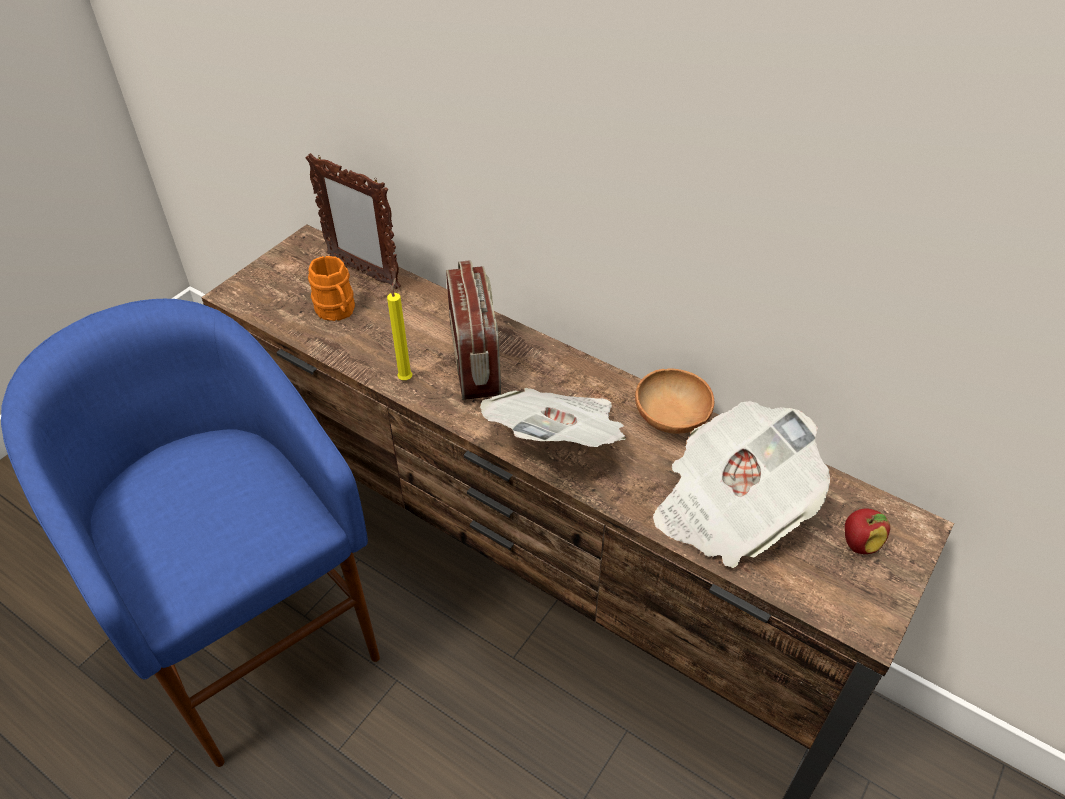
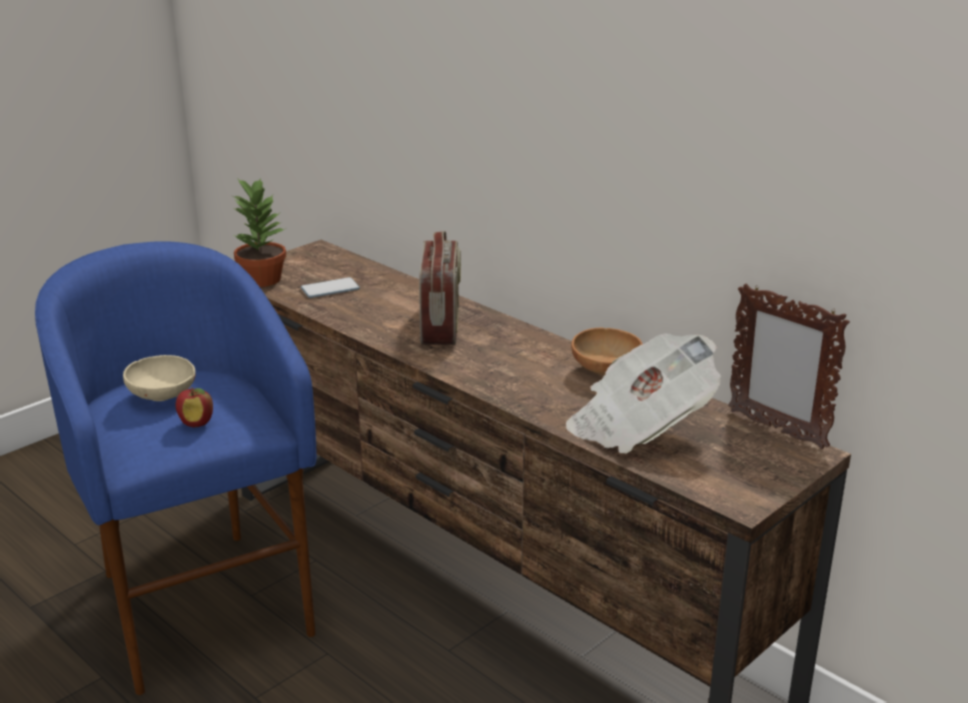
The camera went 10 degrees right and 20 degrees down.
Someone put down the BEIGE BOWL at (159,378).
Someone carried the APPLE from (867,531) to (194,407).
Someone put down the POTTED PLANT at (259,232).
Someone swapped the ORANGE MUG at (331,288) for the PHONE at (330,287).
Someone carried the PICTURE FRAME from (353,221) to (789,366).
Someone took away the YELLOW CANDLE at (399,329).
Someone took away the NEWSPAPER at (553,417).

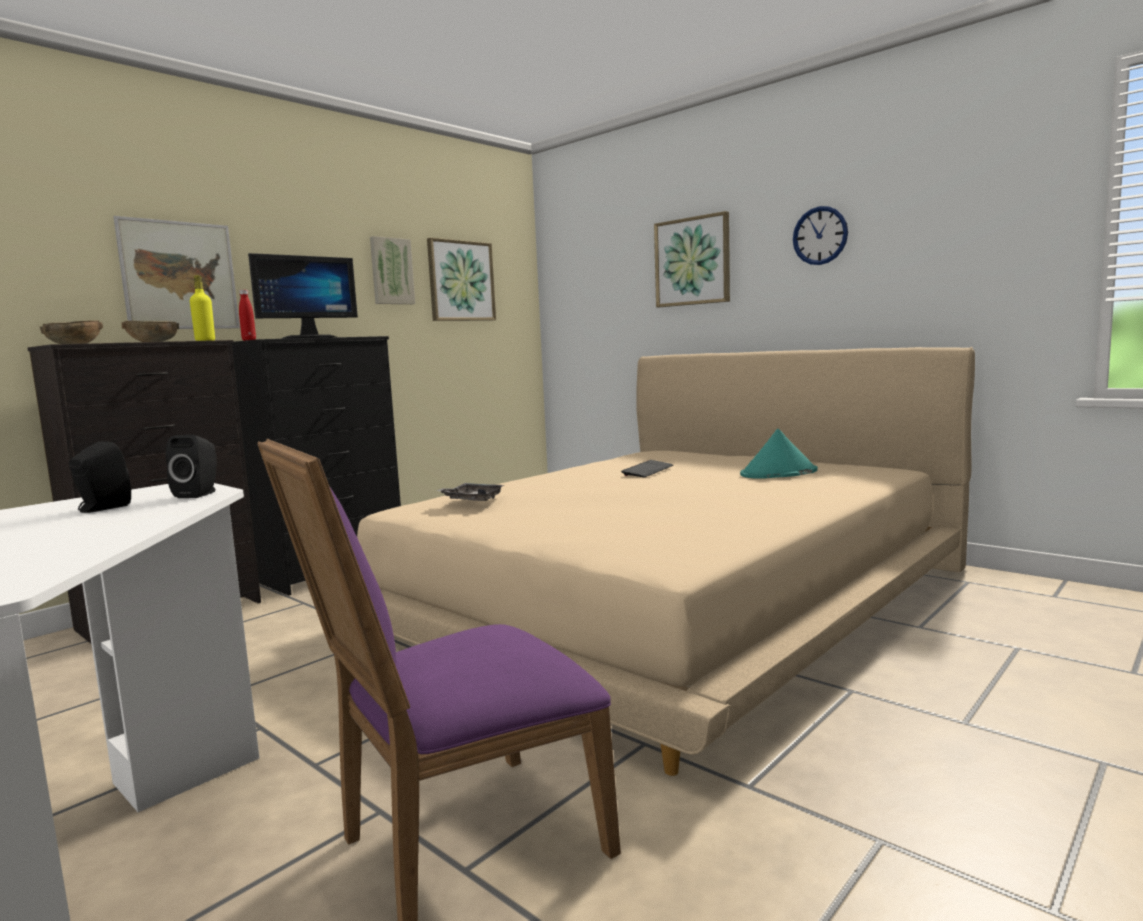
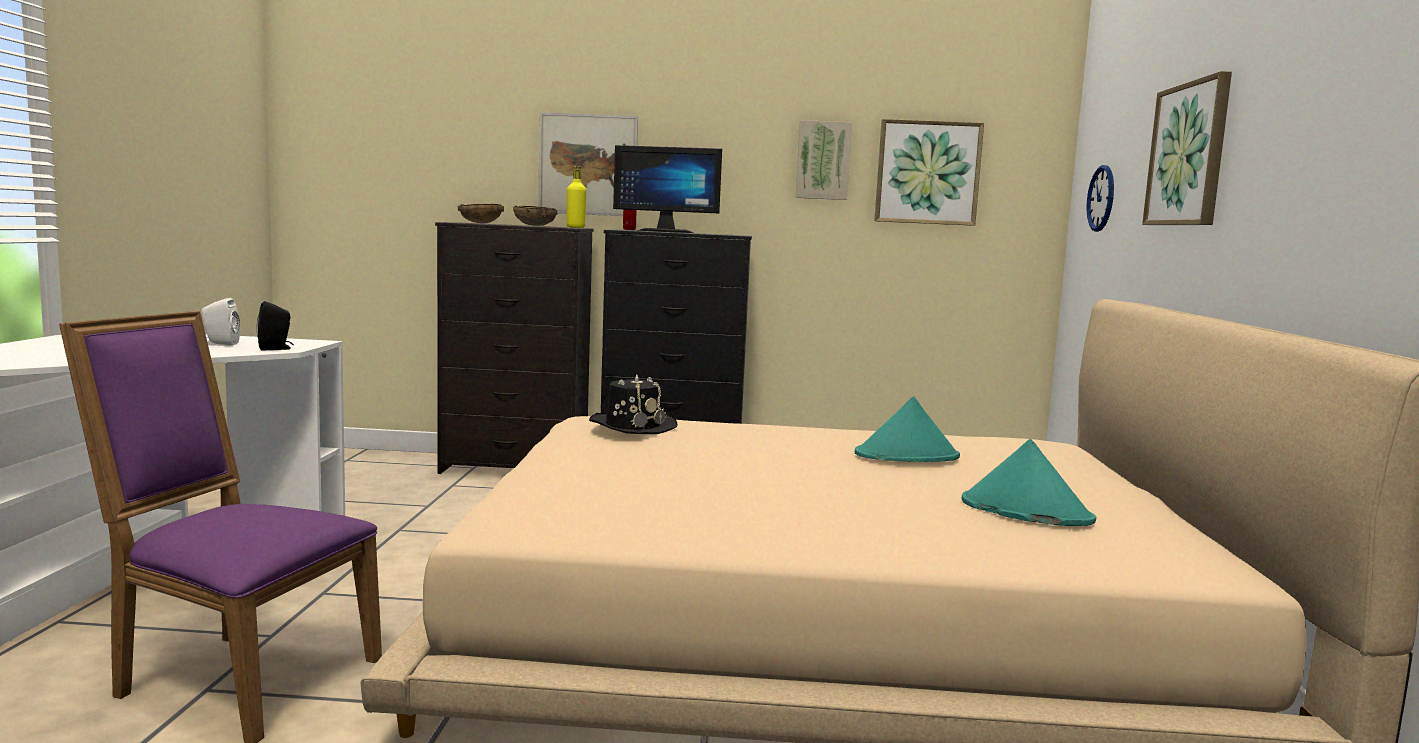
The camera went 50 degrees right and 0 degrees up.
Someone repainted the BLACK SPEAKER at (100,477), which became the WHITE SPEAKER at (220,322).
Someone swapped the GREY TRAY at (471,492) for the BLACK HAT at (633,404).
Someone swapped the KEYBOARD at (647,469) for the TURQUOISE HAT at (907,429).
Someone carried the WALL CLOCK from (820,235) to (1100,198).

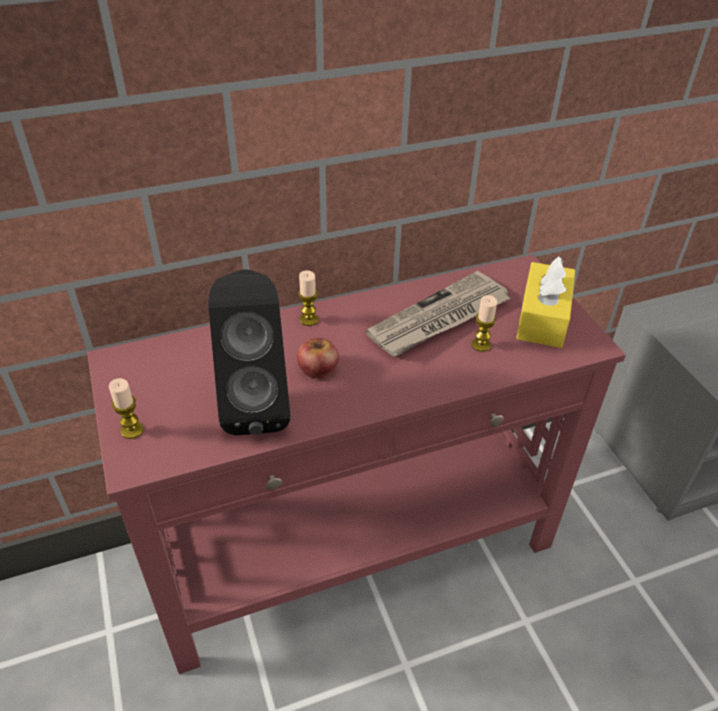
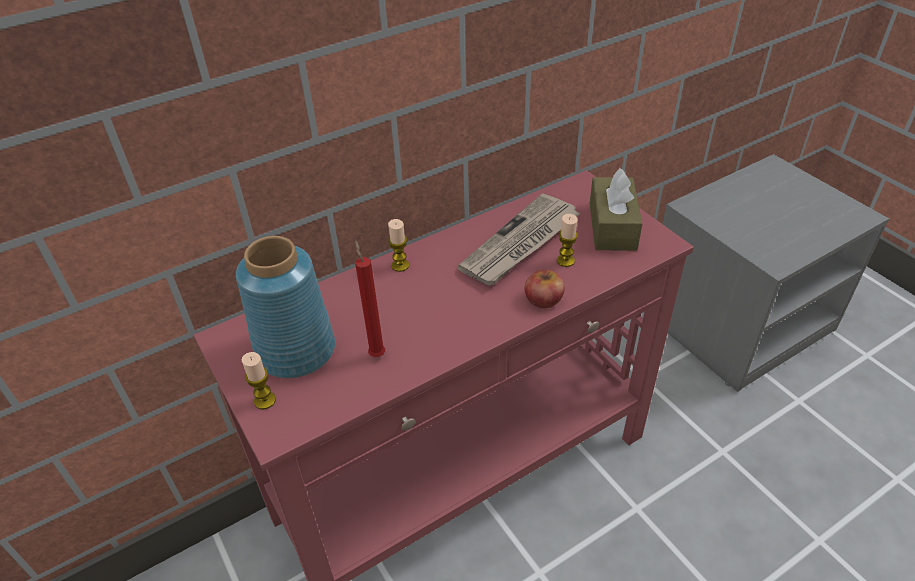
The camera went 10 degrees left and 0 degrees up.
Someone put down the BLUE VASE at (285,307).
Someone swapped the BLACK SPEAKER at (249,352) for the RED CANDLE at (370,299).
Someone carried the APPLE from (318,358) to (545,289).
Someone repainted the YELLOW TISSUE BOX at (545,302), which became the BROWN TISSUE BOX at (616,209).

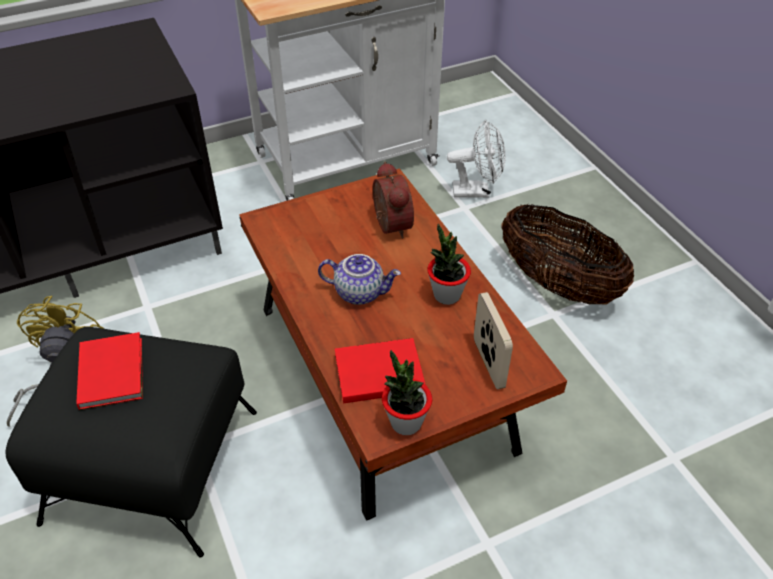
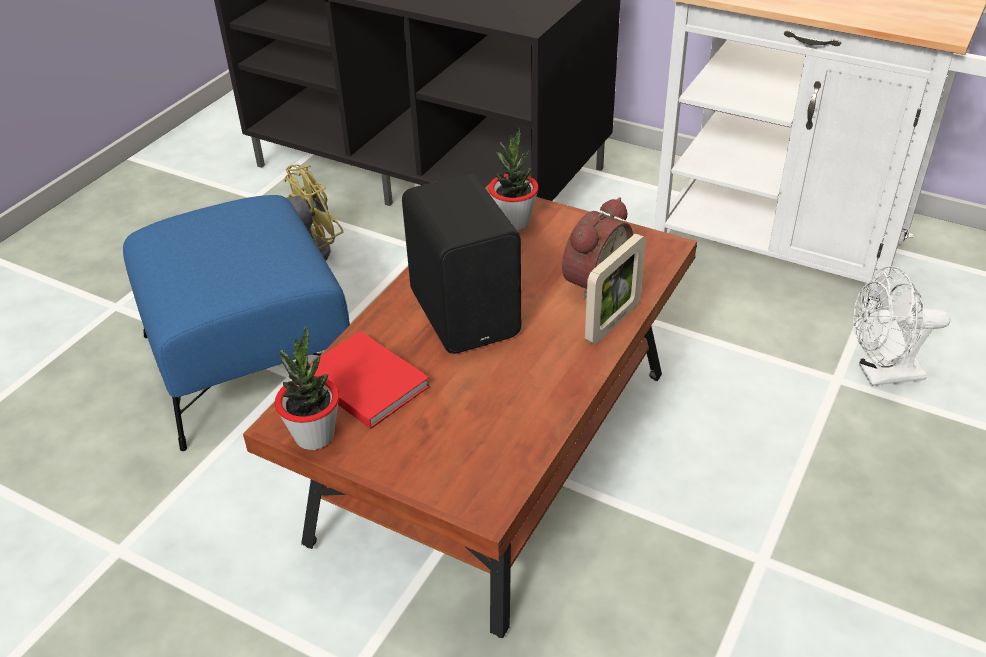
The camera went 55 degrees right and 5 degrees down.
Someone repainted the BLACK OTTOMAN at (131,442), which became the BLUE OTTOMAN at (236,323).
Someone swapped the TEAPOT at (359,279) for the BLACK SPEAKER at (461,264).
Someone carried the POTTED PLANT from (449,264) to (513,179).
Someone carried the PICTURE FRAME from (493,341) to (615,289).
Someone rotated the WHITE FAN at (476,158) by 120 degrees clockwise.
Someone took away the RED BOOK at (109,371).
Someone took away the BASKET at (567,254).

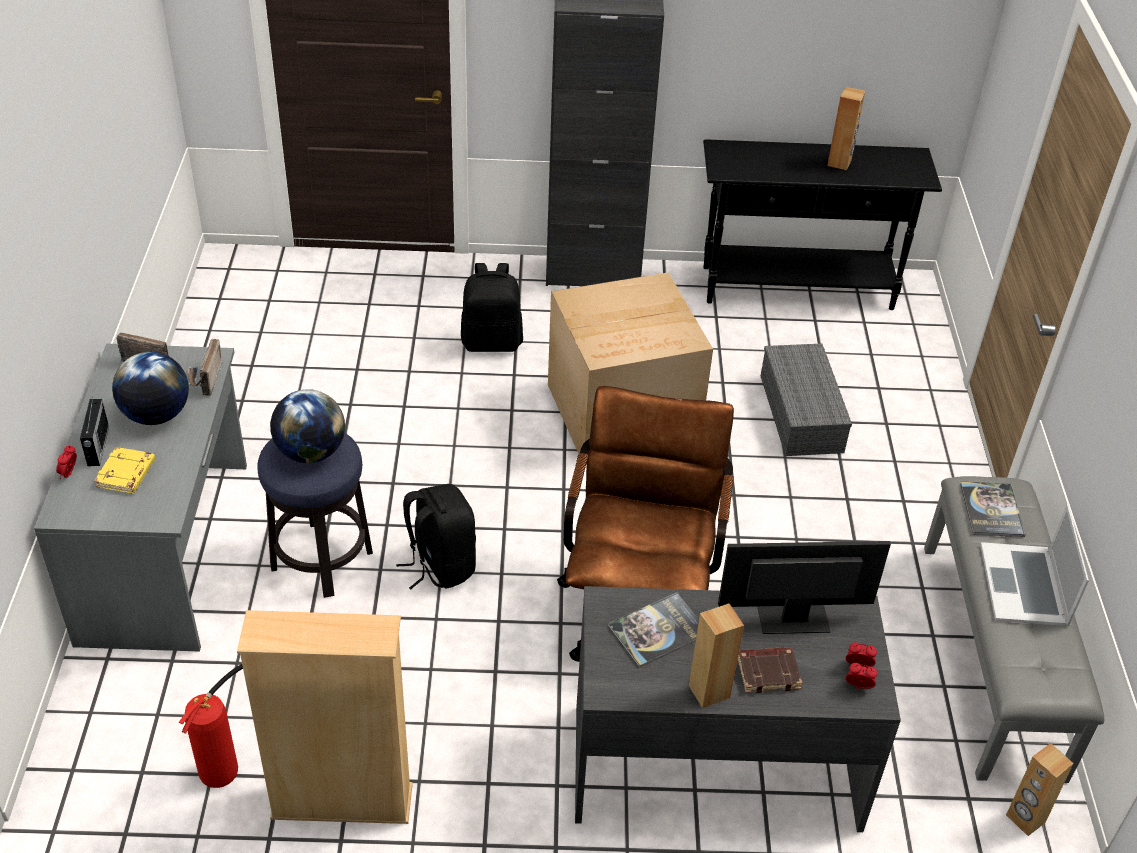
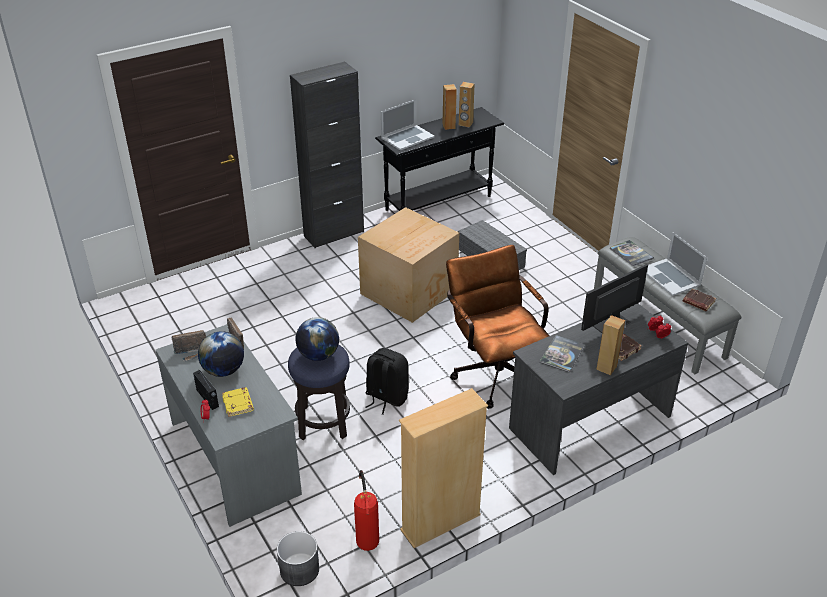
The camera went 30 degrees left and 5 degrees down.
Someone put down the GREY PLANTER at (298,558).
Someone put down the LAPTOP at (408,124).
Someone carried the BROWN SPEAKER from (1040,789) to (466,105).
Someone put down the BROWN BOOK at (699,299).
Someone took away the BLACK BACKPACK at (492,307).

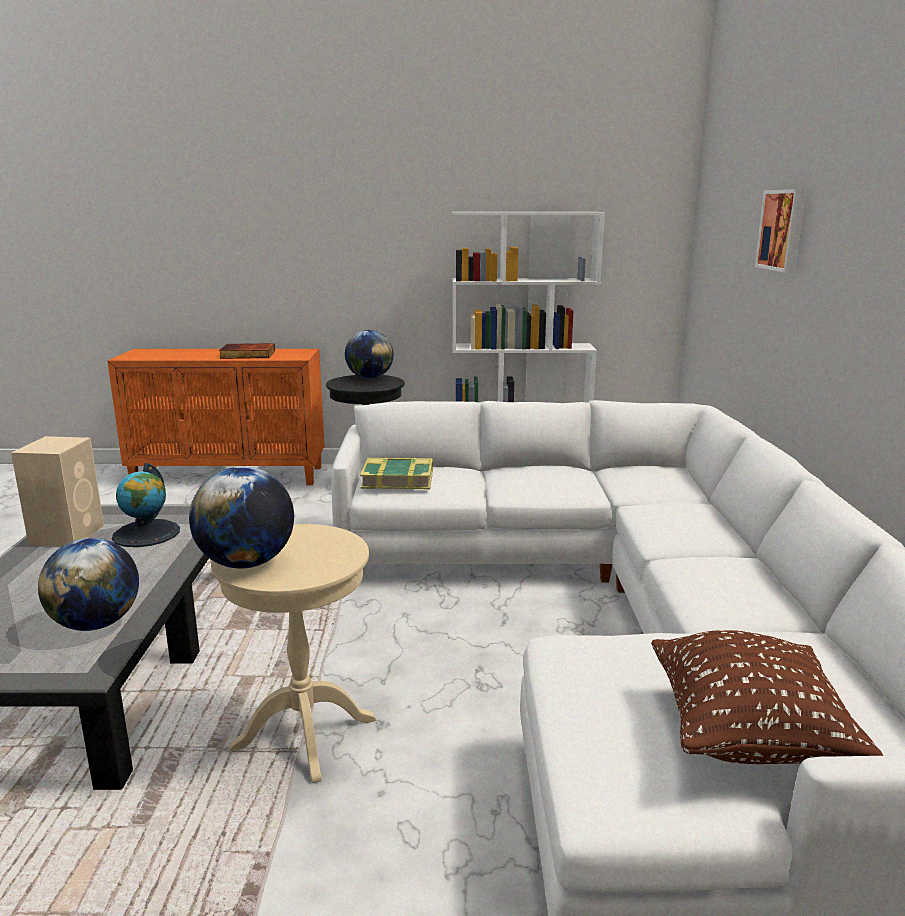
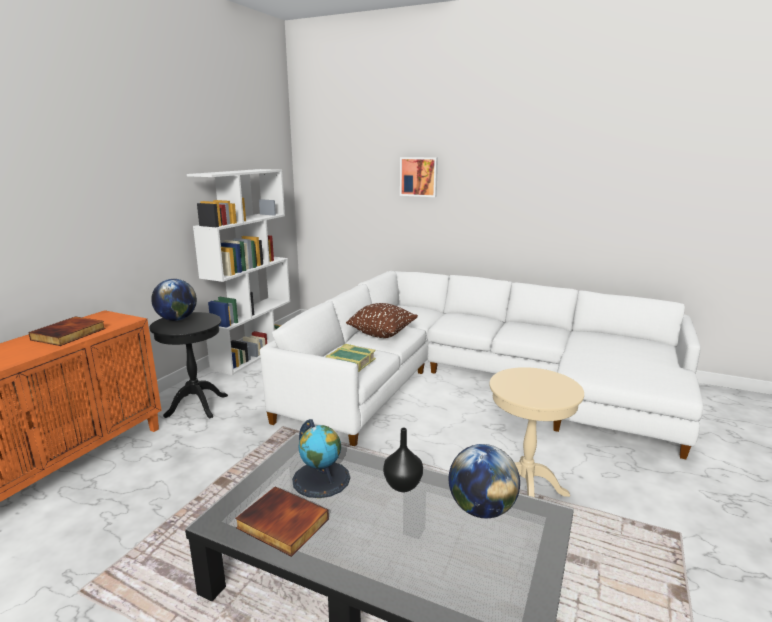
The camera went 65 degrees left and 0 degrees up.
Someone swapped the BEIGE SPEAKER at (57,491) for the BOOK at (282,521).
Someone carried the BROWN PILLOW from (767,697) to (382,320).
Someone put down the BLACK VASE at (403,460).
Someone took away the GLOBE at (241,518).

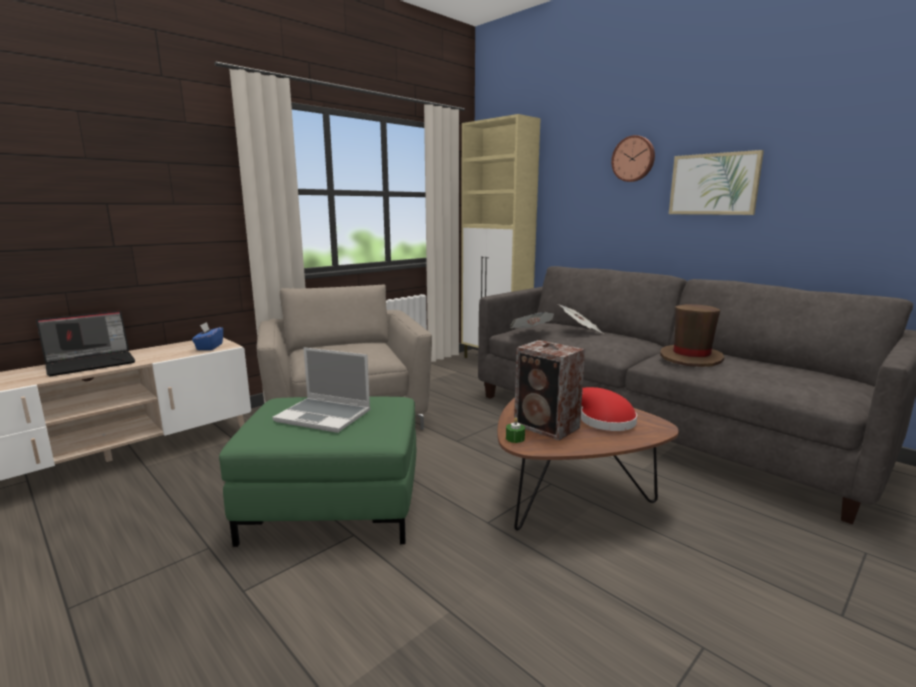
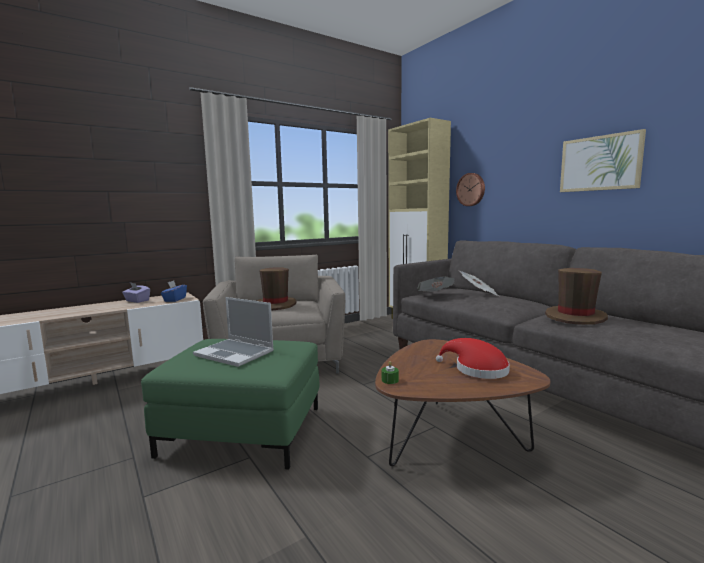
The camera went 10 degrees right and 5 degrees down.
Someone put down the PURPLE TISSUE BOX at (136,293).
Someone put down the BROWN HAT at (277,288).
Someone carried the WALL CLOCK from (633,158) to (470,189).
Someone took away the LAPTOP at (85,343).
Someone took away the SPEAKER at (549,390).

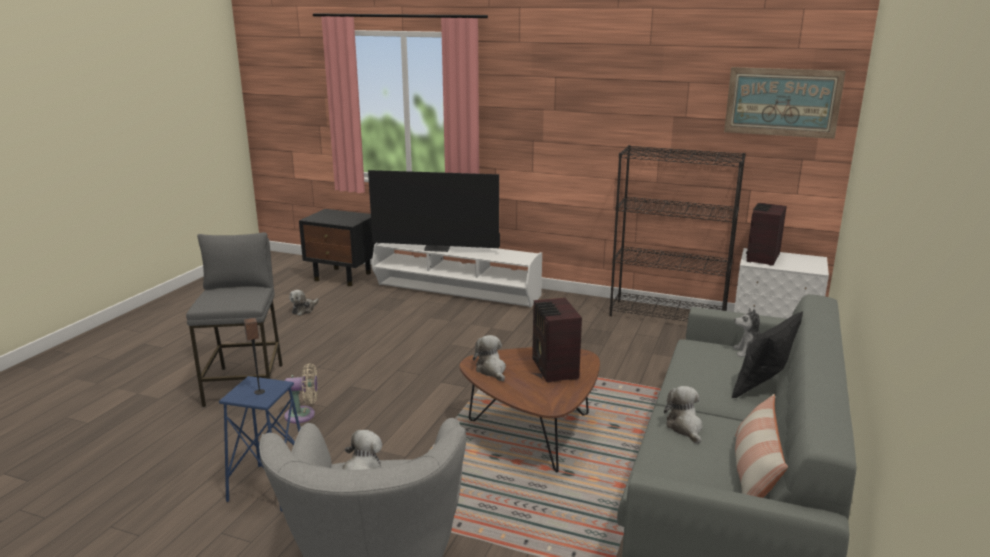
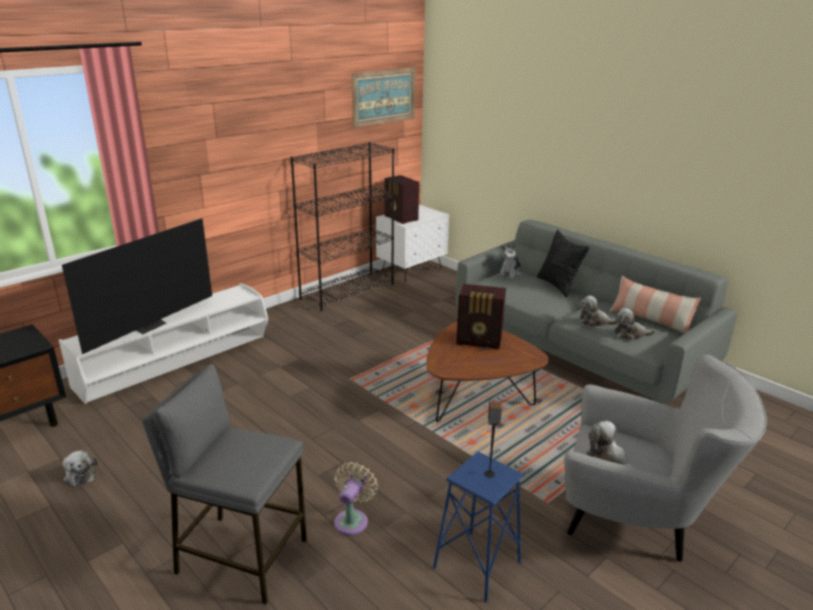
The camera went 65 degrees left and 5 degrees up.
Someone carried the PLUSH TOY from (489,358) to (635,324).

